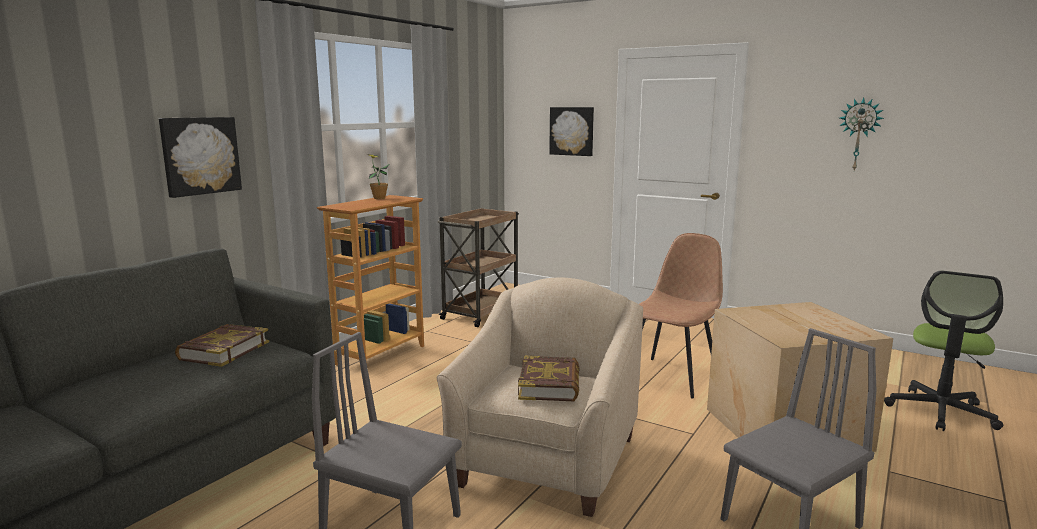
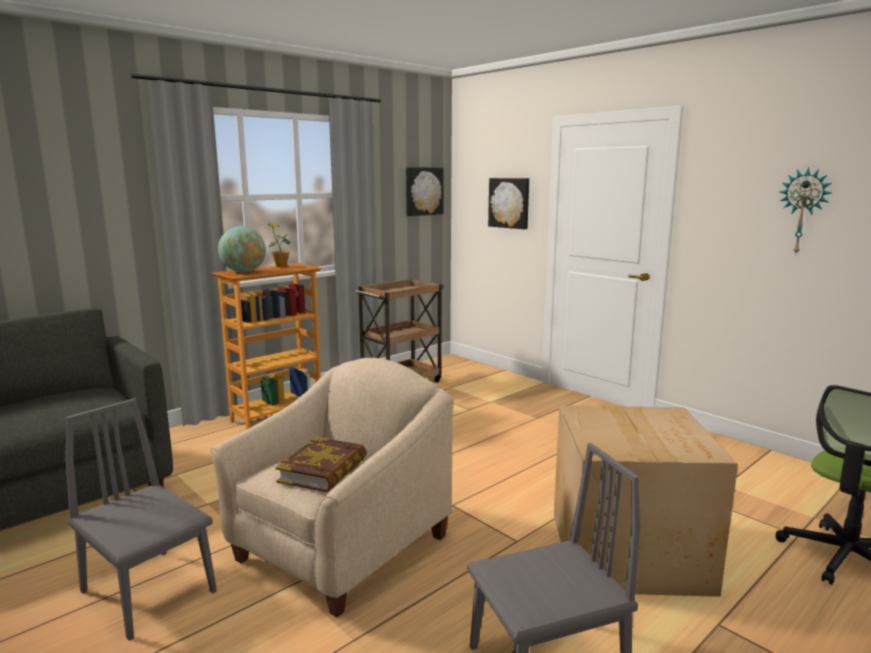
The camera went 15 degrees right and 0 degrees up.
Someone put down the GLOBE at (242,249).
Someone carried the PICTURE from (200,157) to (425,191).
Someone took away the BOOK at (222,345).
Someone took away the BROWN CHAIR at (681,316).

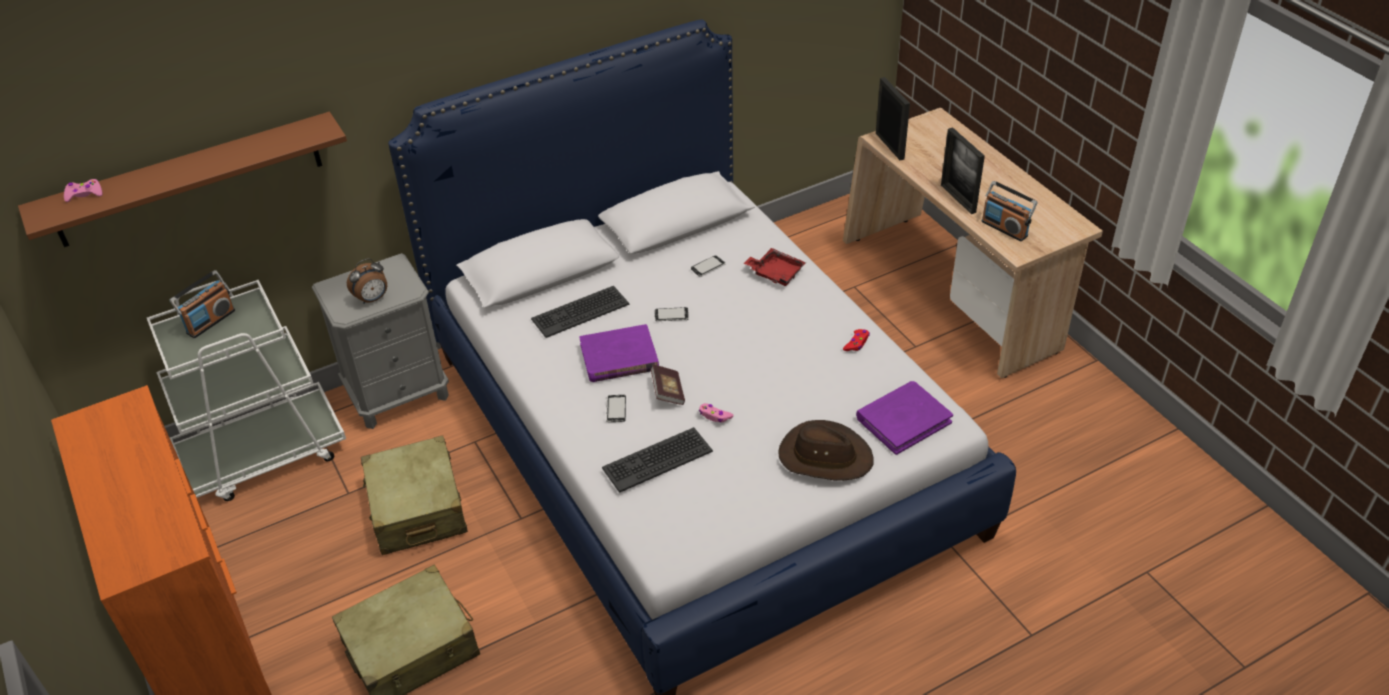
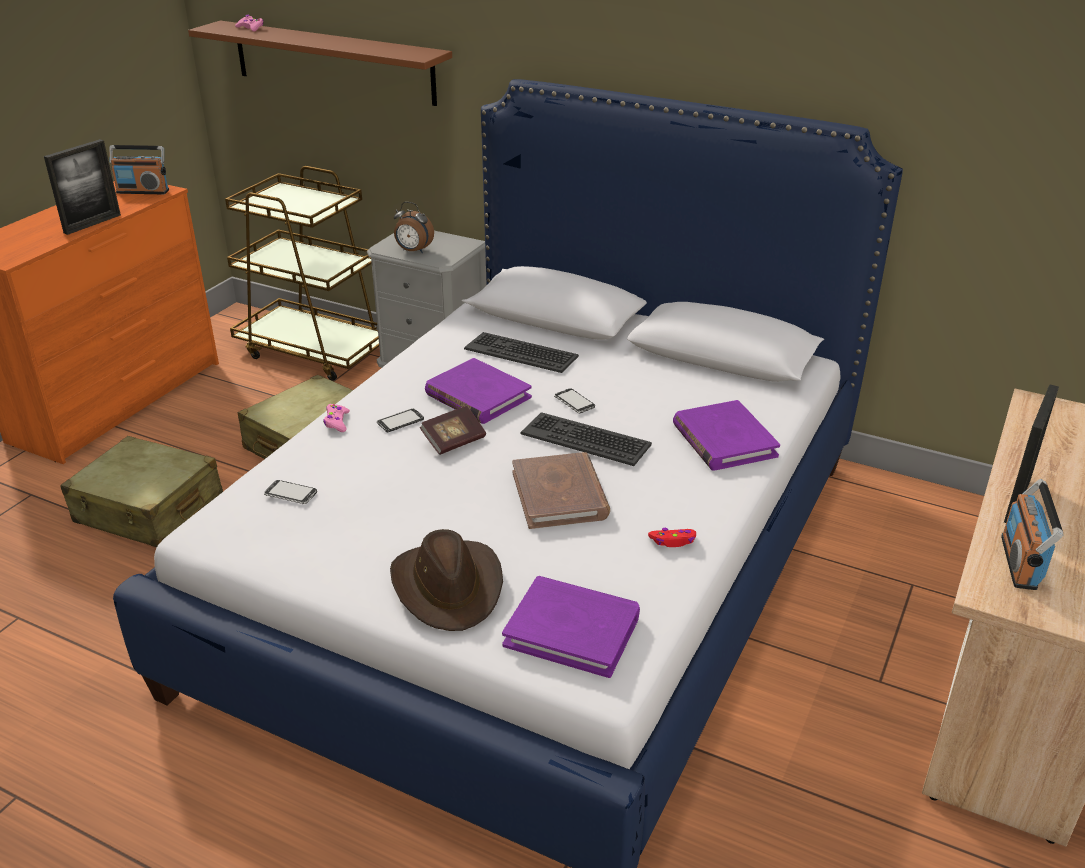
The camera went 55 degrees right and 10 degrees down.
Someone carried the PICTURE FRAME from (893,118) to (82,187).
Someone carried the RADIO from (202,304) to (139,169).
Someone repainted the WHITE CART at (246,390), which became the BROWN CART at (302,273).
Someone carried the PHONE from (708,266) to (290,492).
Someone carried the PINK GAME CONTROLLER from (716,413) to (336,418).
Someone put down the BROWN BOOK at (561,490).
Someone carried the KEYBOARD from (657,460) to (586,439).
Someone swapped the RED TRAY at (775,267) for the PURPLE BOOK at (726,435).

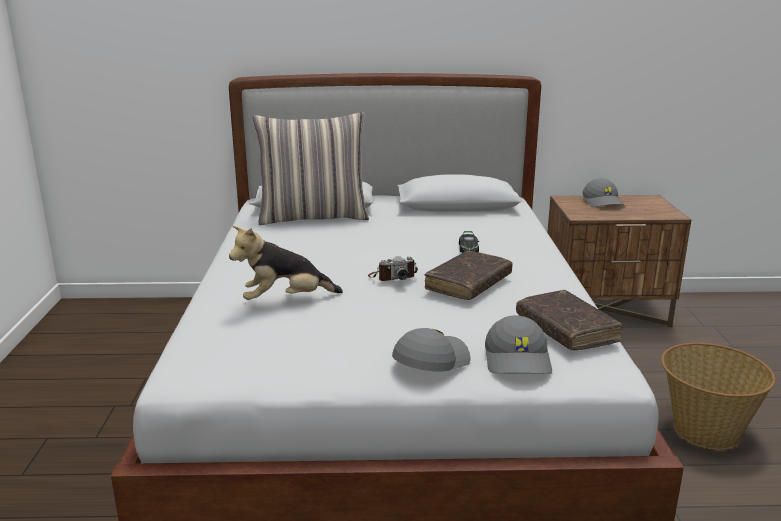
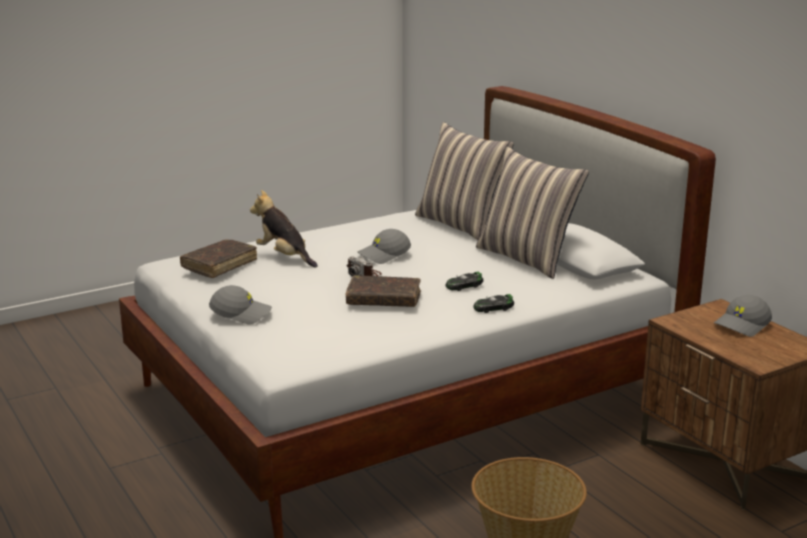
The camera went 60 degrees right and 0 degrees up.
Someone carried the BROWN BOOK from (569,320) to (218,259).
Someone carried the GREY CAP from (518,344) to (384,246).
Someone put down the TOY CAR at (493,303).
Someone put down the PILLOW at (532,212).

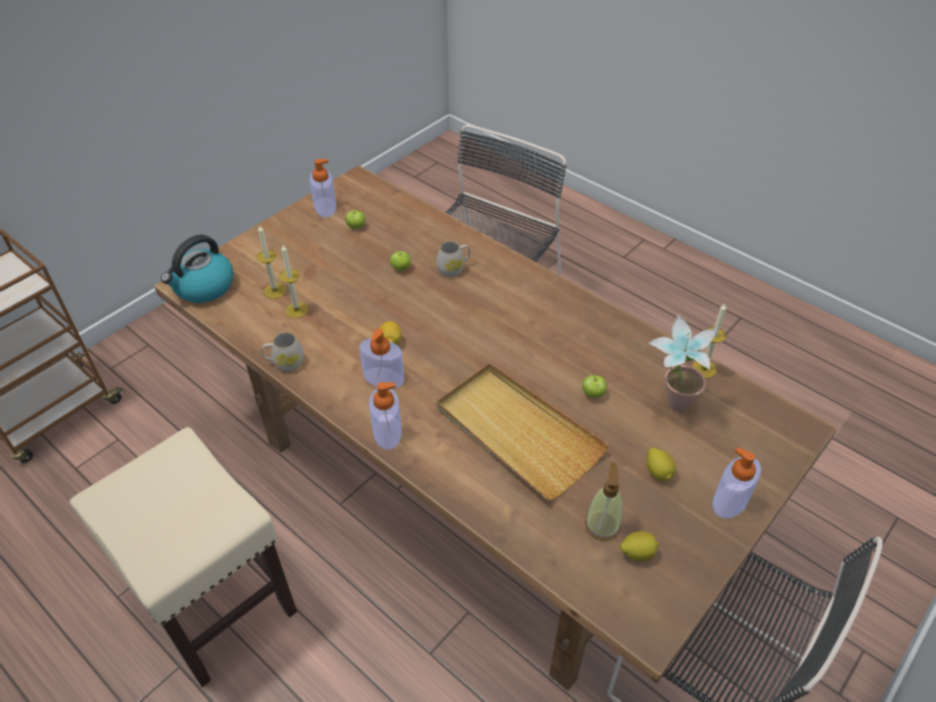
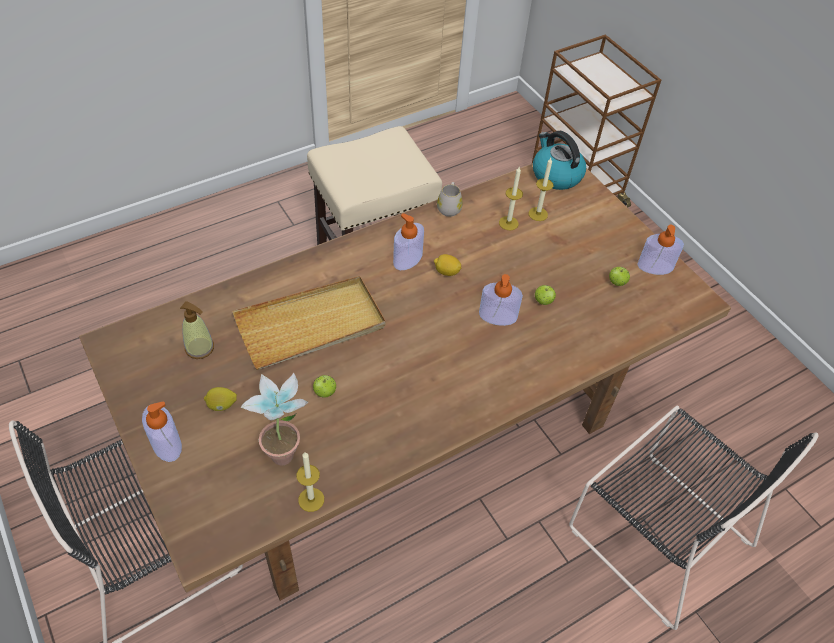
The camera went 105 degrees right and 5 degrees up.
Someone carried the SOAP DISPENSER from (385,416) to (501,300).
Someone took away the WHITE MUG at (453,259).
Someone took away the LEMON at (639,546).

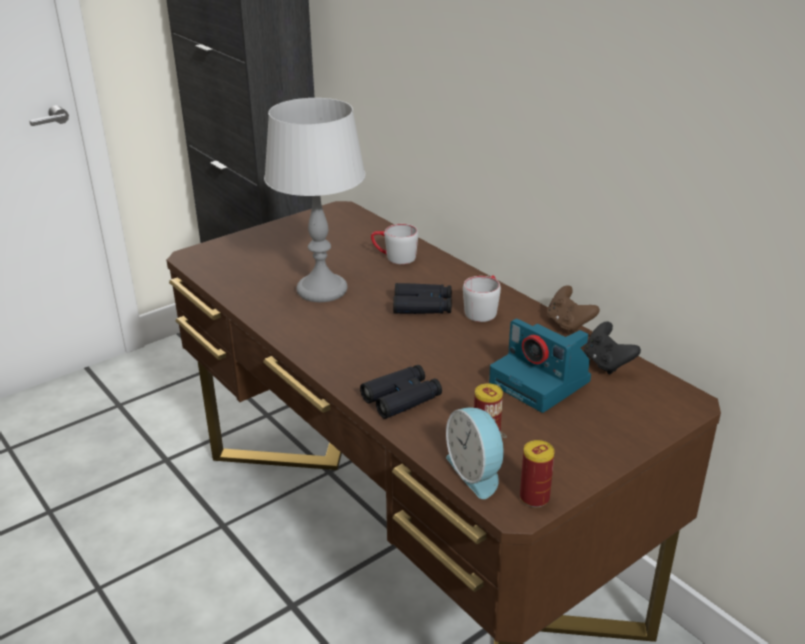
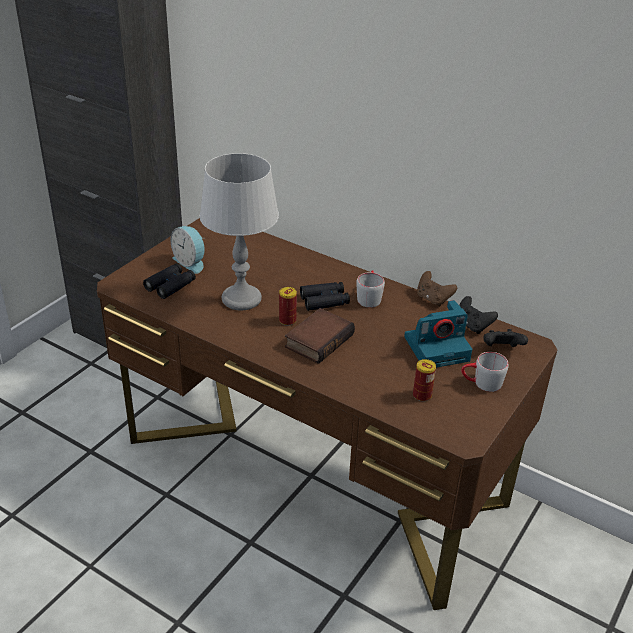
The camera went 20 degrees left and 5 degrees up.
Someone carried the BLACK BINOCULARS from (401,392) to (169,281).
Someone carried the ALARM CLOCK from (476,453) to (188,250).
Someone carried the CAN from (537,473) to (288,306).
Someone put down the BOOK at (320,336).
Someone rotated the PHOTO CAMERA at (540,366) by 45 degrees counterclockwise.
Someone carried the GREY MUG from (394,244) to (484,372).
Someone put down the BLACK GAME CONTROLLER at (505,338).

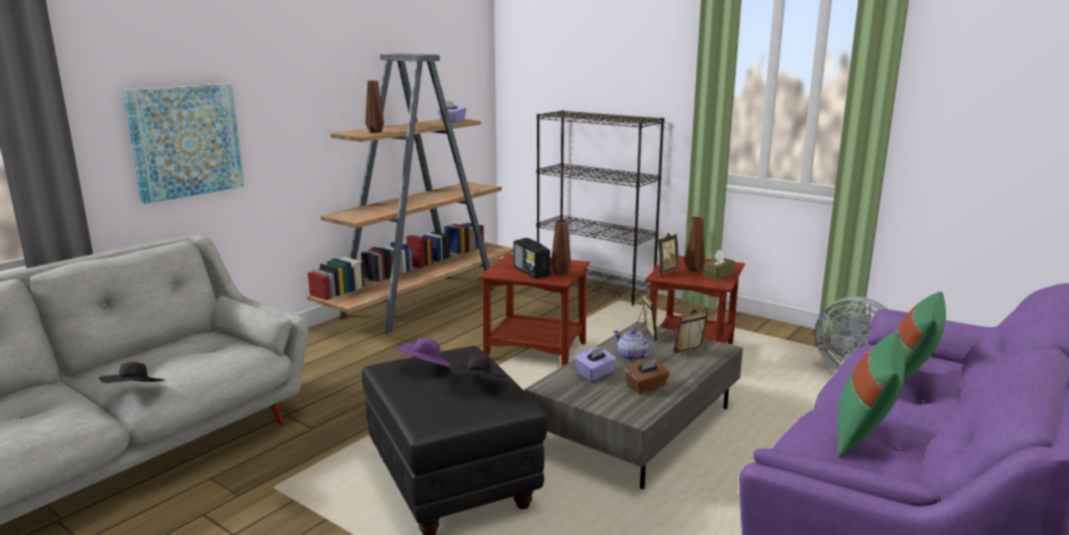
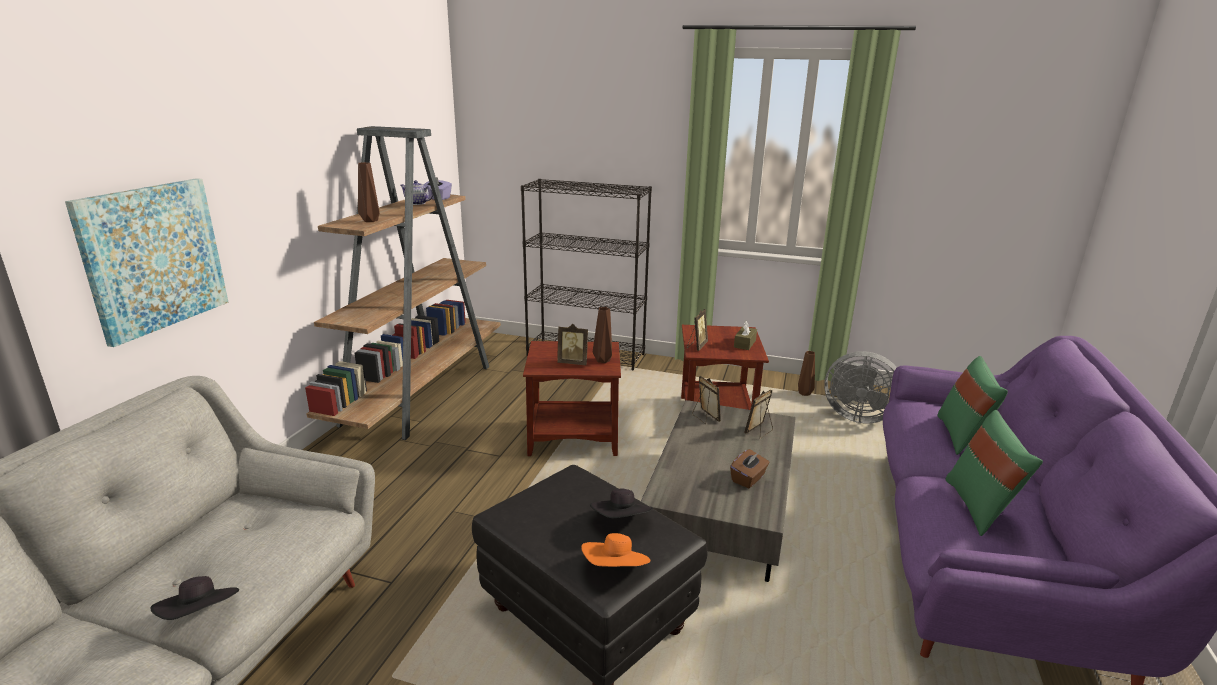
The camera went 20 degrees left and 5 degrees up.
Someone carried the TEAPOT from (633,345) to (416,192).
Someone swapped the RADIO at (531,258) for the PICTURE FRAME at (572,344).
Someone put down the ORANGE HAT at (615,550).
Someone carried the BROWN VASE from (695,244) to (806,373).
Someone took away the PURPLE HAT at (424,352).
Someone took away the PURPLE TISSUE BOX at (595,363).

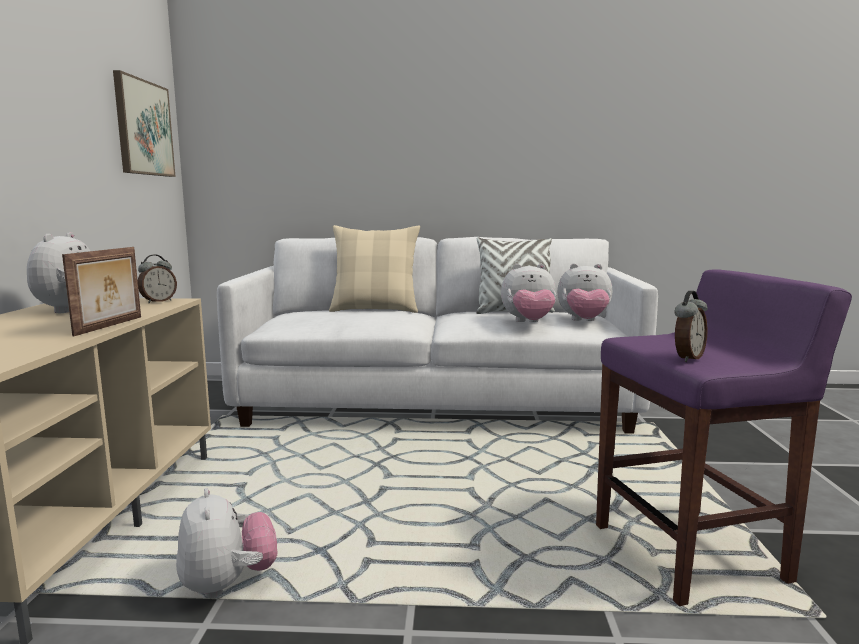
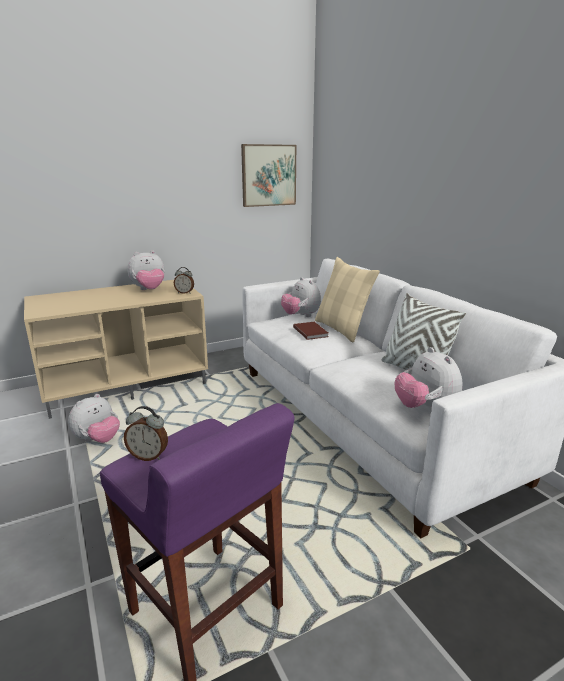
The camera went 60 degrees right and 10 degrees up.
Someone carried the PLUSH TOY from (528,293) to (301,297).
Someone put down the BROWN BOOK at (310,331).
Someone took away the PICTURE FRAME at (101,291).

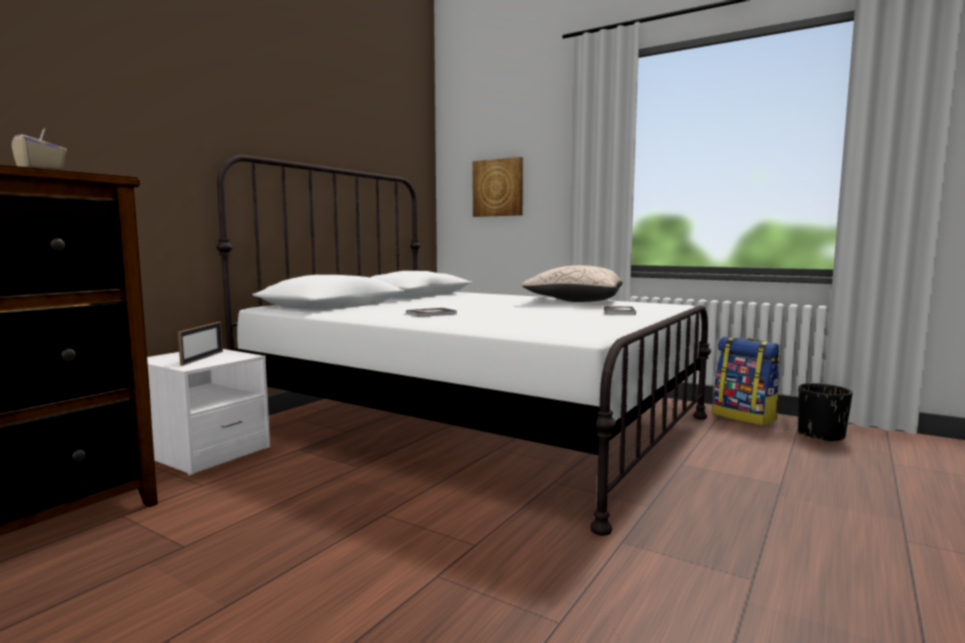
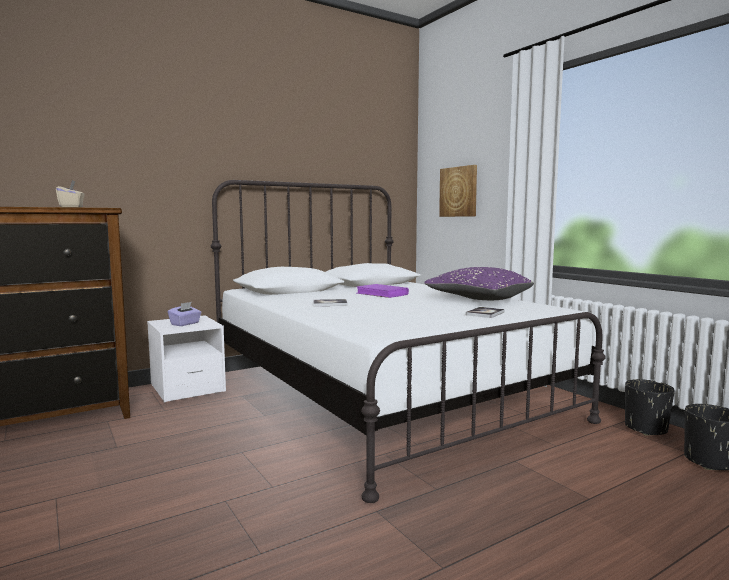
The camera went 25 degrees right and 0 degrees up.
Someone swapped the PICTURE FRAME at (200,344) for the PURPLE TISSUE BOX at (185,314).
Someone put down the PURPLE BOOK at (382,291).
Someone repainted the BEIGE PILLOW at (572,283), which became the PURPLE PILLOW at (479,283).
Someone swapped the BACKPACK at (746,381) for the BLACK PLANTER at (650,407).

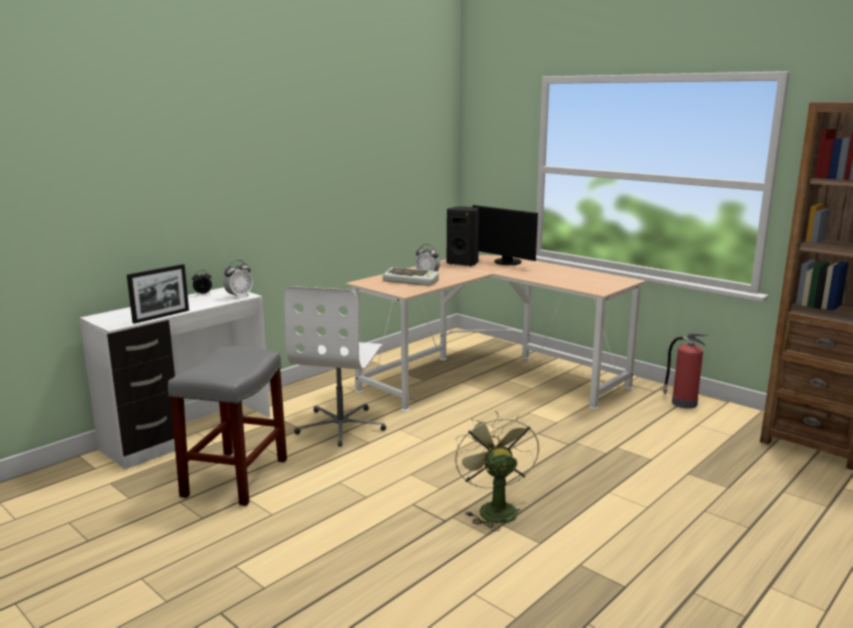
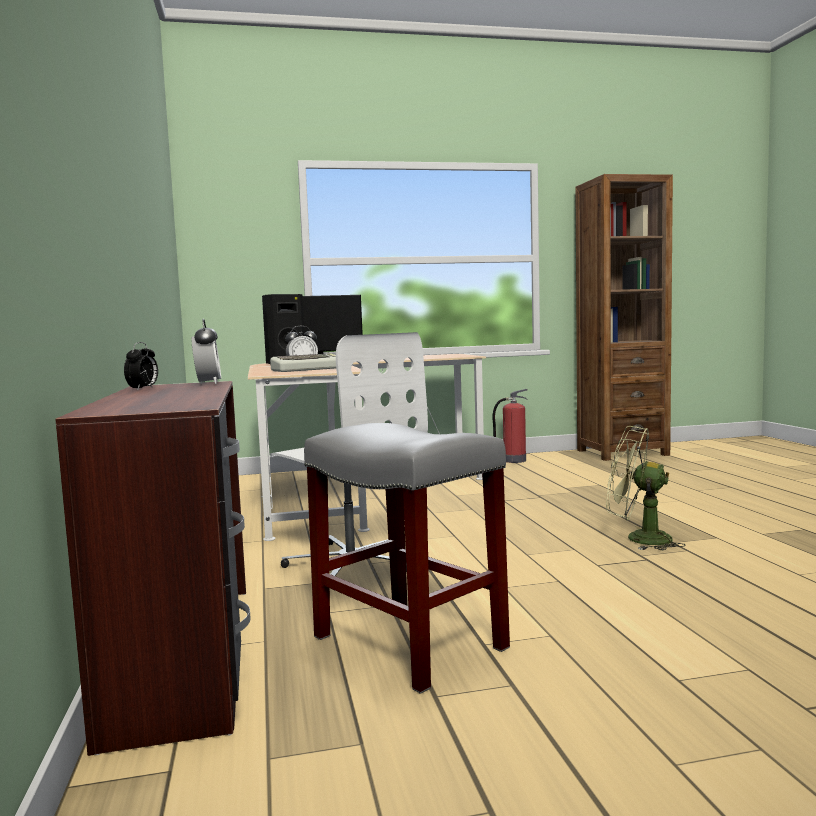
The camera went 55 degrees left and 10 degrees down.
Someone repainted the WHITE DESK at (174,378), which became the BROWN DESK at (153,568).
Someone took away the PICTURE FRAME at (158,294).

